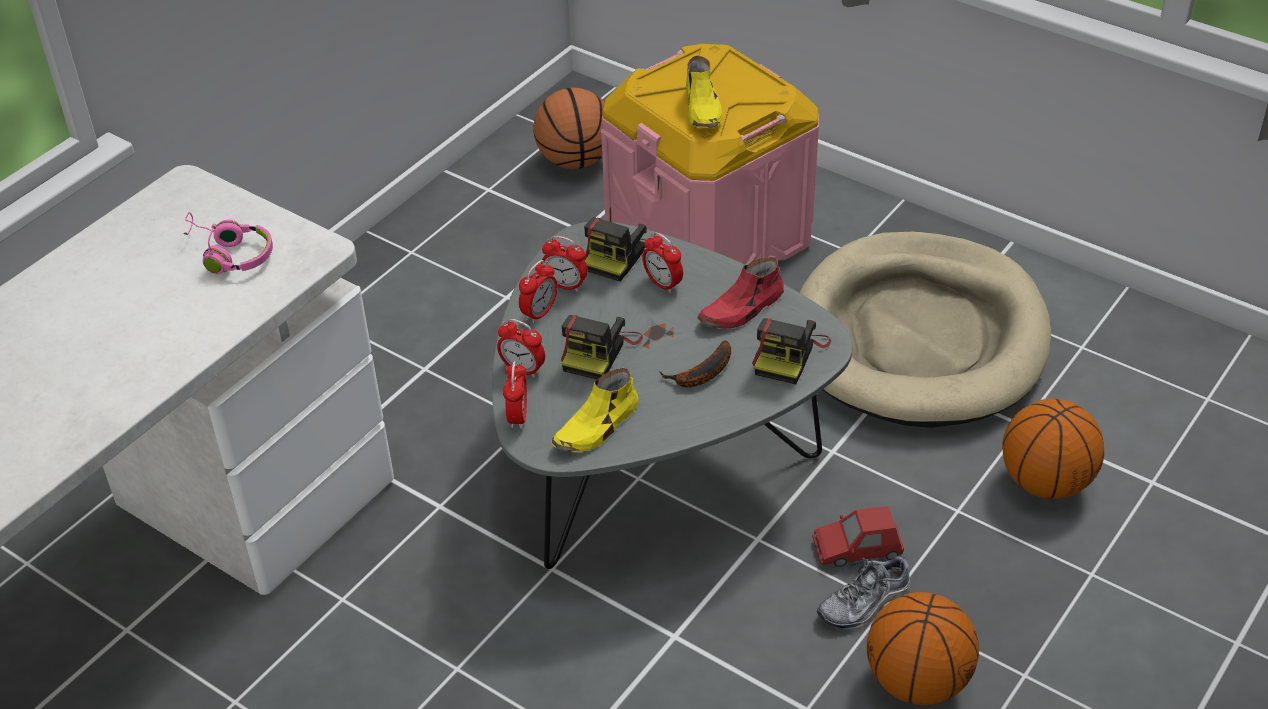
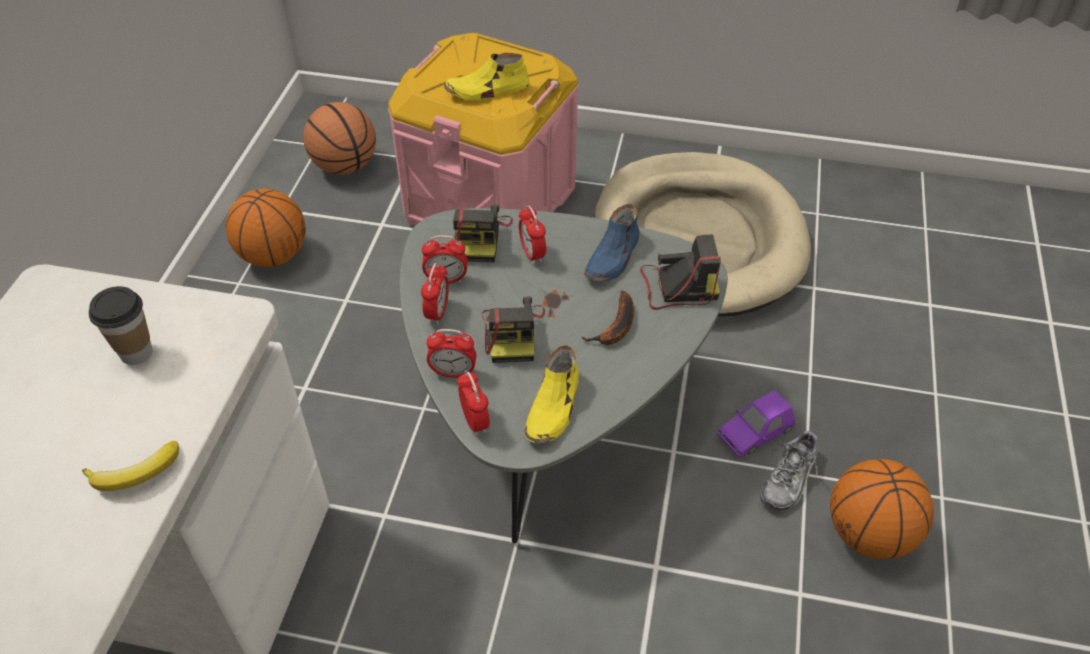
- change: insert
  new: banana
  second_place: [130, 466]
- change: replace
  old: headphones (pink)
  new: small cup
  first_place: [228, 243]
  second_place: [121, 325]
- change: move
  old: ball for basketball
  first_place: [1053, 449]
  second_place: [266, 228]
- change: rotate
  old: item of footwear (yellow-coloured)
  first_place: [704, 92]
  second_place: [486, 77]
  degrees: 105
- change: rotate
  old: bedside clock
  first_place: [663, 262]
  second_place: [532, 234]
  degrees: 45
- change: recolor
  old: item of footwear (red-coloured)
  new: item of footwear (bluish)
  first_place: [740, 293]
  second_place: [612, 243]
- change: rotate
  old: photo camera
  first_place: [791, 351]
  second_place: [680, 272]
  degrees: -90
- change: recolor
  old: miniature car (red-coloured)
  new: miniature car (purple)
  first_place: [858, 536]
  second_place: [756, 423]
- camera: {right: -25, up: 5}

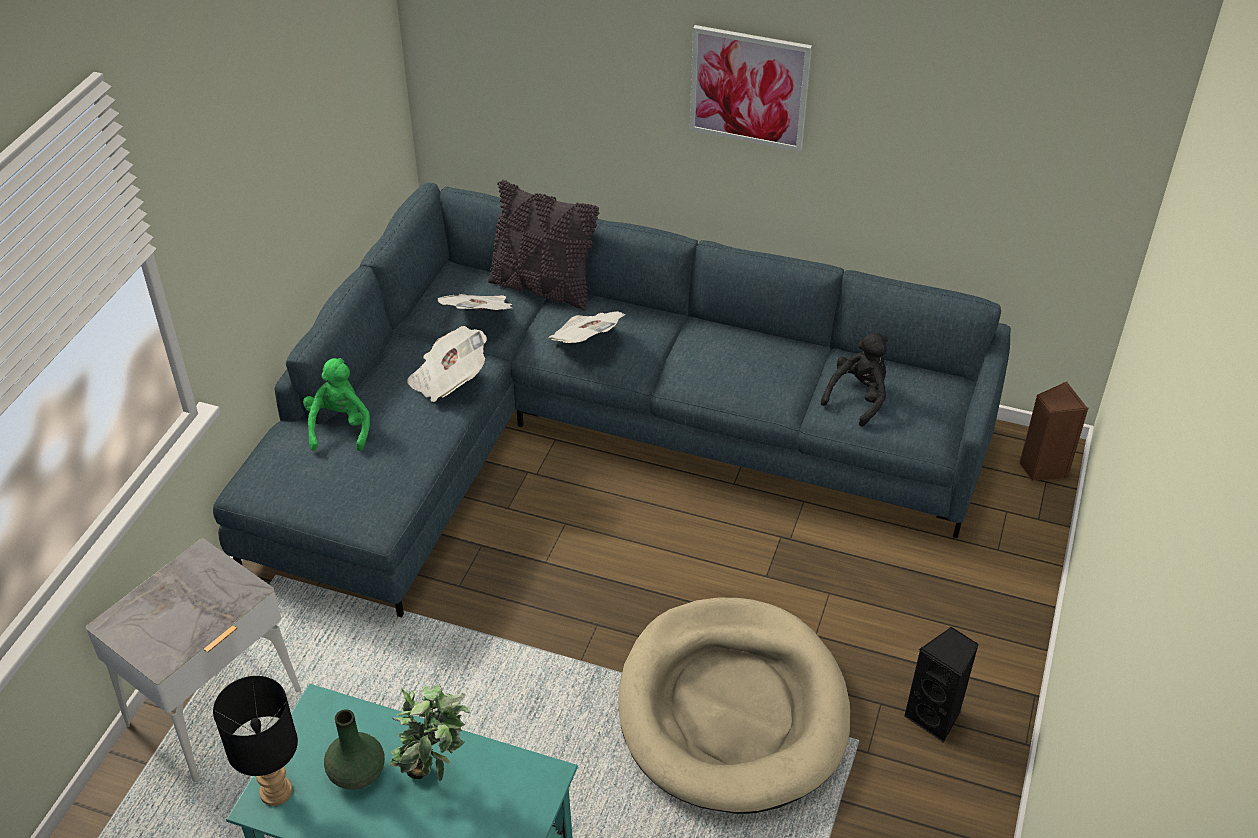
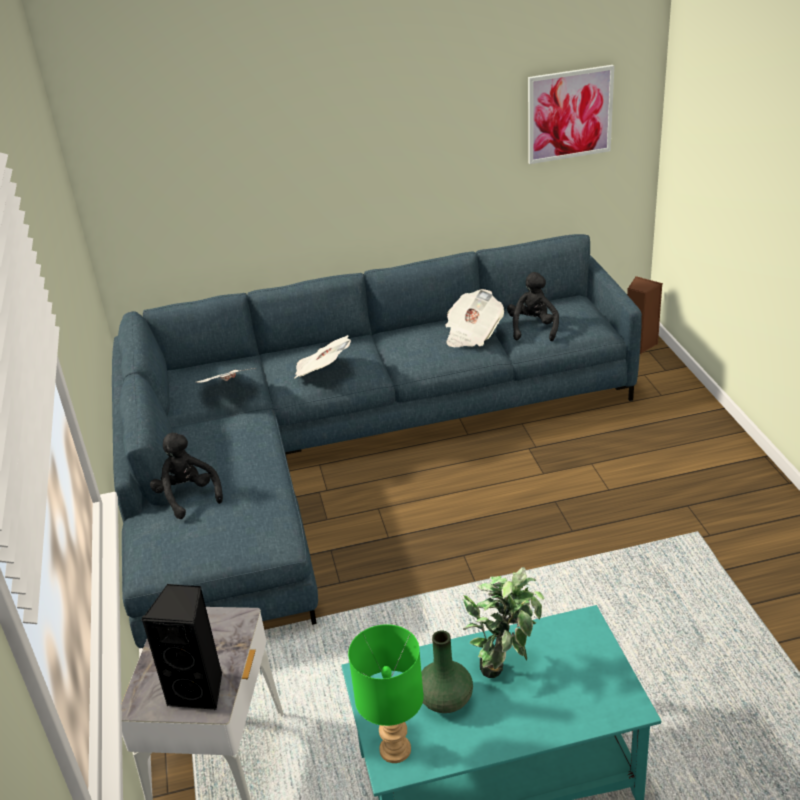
- change: move
  old: audio speaker (blackish)
  first_place: [941, 685]
  second_place: [181, 647]
- change: recolor
  old: soft toy (greenish)
  new: soft toy (blackish)
  first_place: [336, 404]
  second_place: [186, 476]
- change: recolor
  old: table lamp (blackish)
  new: table lamp (greenish)
  first_place: [255, 741]
  second_place: [386, 693]
- change: move
  old: printed paper
  first_place: [447, 364]
  second_place: [474, 318]
- change: move
  old: wall picture
  first_place: [751, 88]
  second_place: [571, 114]
- change: delete
  old: cushion (blackish)
  first_place: [543, 245]
- change: delete
  old: pet bed (beige)
  first_place: [734, 706]
- camera: {right: -30, up: -10}

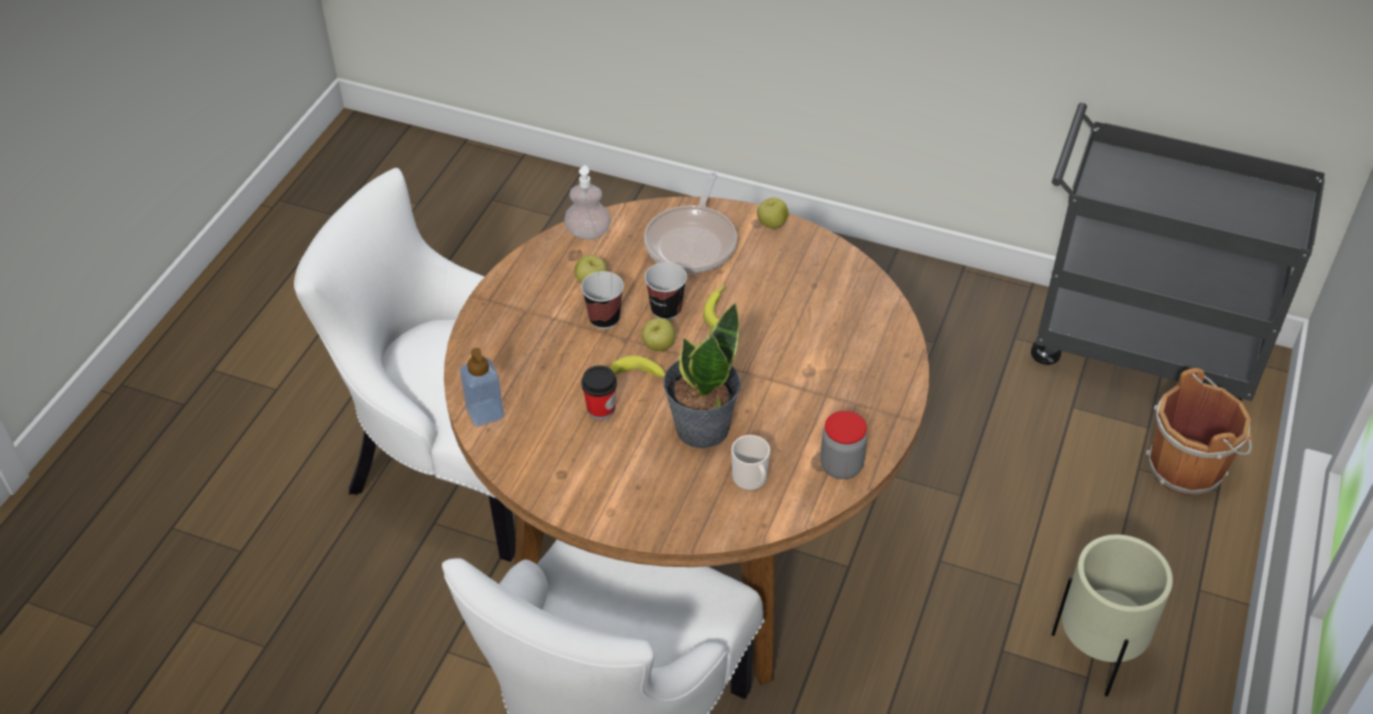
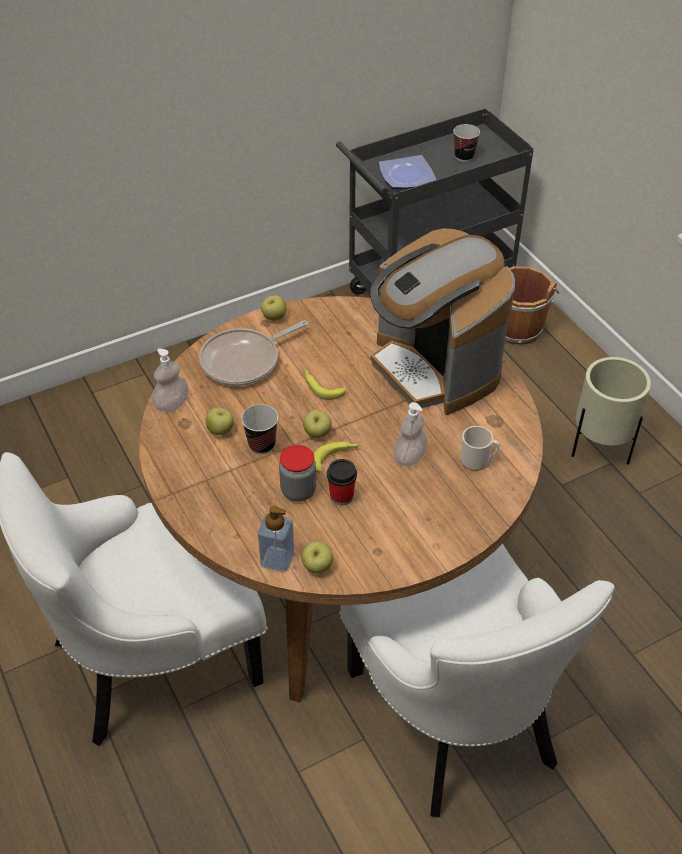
- change: rotate
  old: frying pan
  first_place: [690, 222]
  second_place: [253, 353]
  degrees: 90
- change: move
  old: jar
  first_place: [843, 445]
  second_place: [297, 473]
- change: insert
  new: apple
  second_place: [317, 557]
- change: insert
  new: coffee machine
  second_place: [442, 321]
- change: insert
  new: plate
  second_place: [407, 172]
- change: replace
  old: houseplant
  new: soap dispenser
  first_place: [702, 375]
  second_place: [410, 434]
- change: move
  old: small cup
  first_place: [666, 291]
  second_place: [466, 143]
- camera: {right: -50, up: 0}

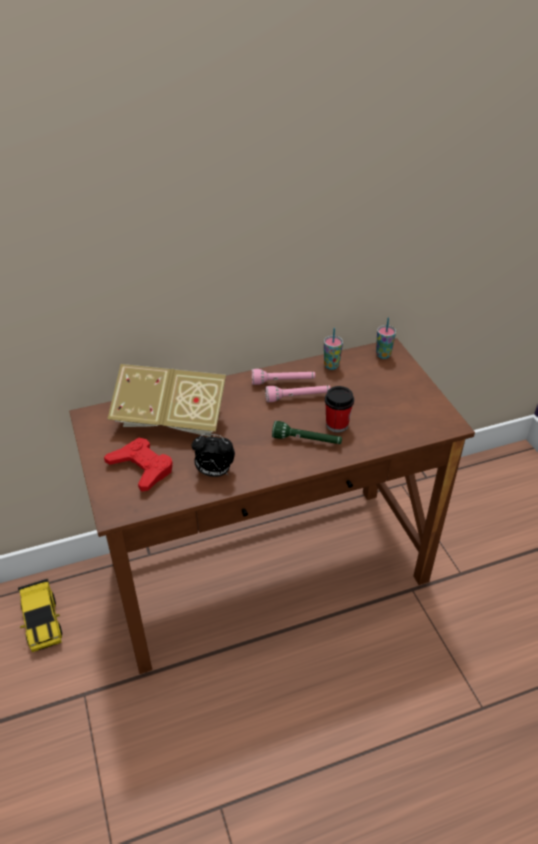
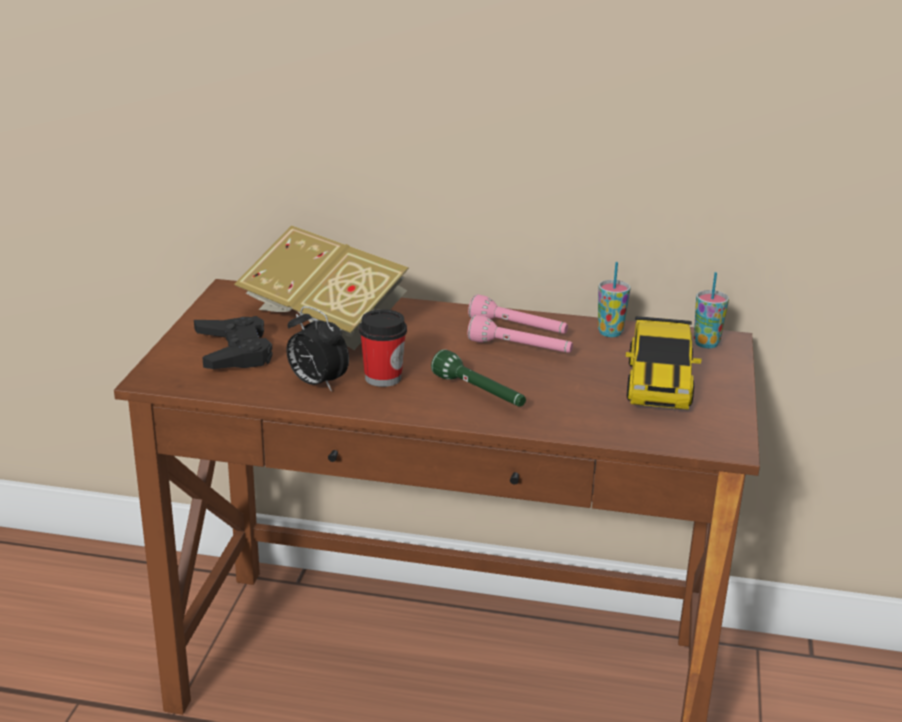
- change: recolor
  old: gamepad (red-coloured)
  new: gamepad (blackish)
  first_place: [138, 465]
  second_place: [233, 342]
- change: move
  old: small cup
  first_place: [339, 409]
  second_place: [383, 348]
- change: move
  old: miniature car
  first_place: [40, 615]
  second_place: [663, 363]
- camera: {right: 30, up: -15}

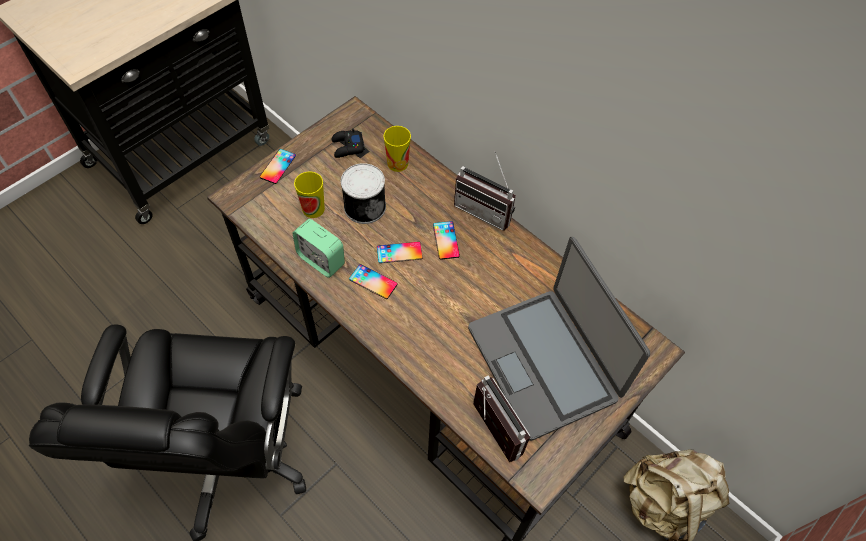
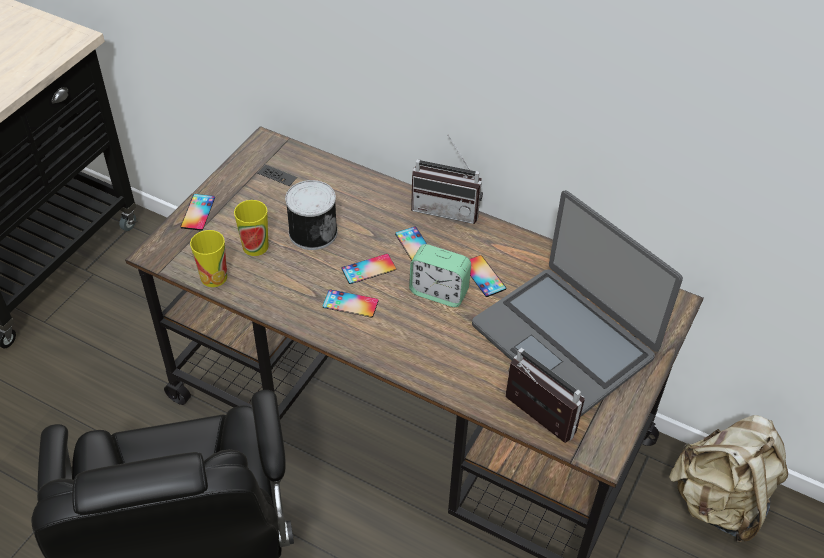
- change: move
  old: small cup
  first_place: [397, 149]
  second_place: [208, 258]
- change: move
  old: bedside clock
  first_place: [319, 248]
  second_place: [440, 275]
- change: insert
  new: handset
  second_place: [487, 276]
- change: delete
  old: gamepad (blackish)
  first_place: [348, 143]
- camera: {right: -15, up: -10}

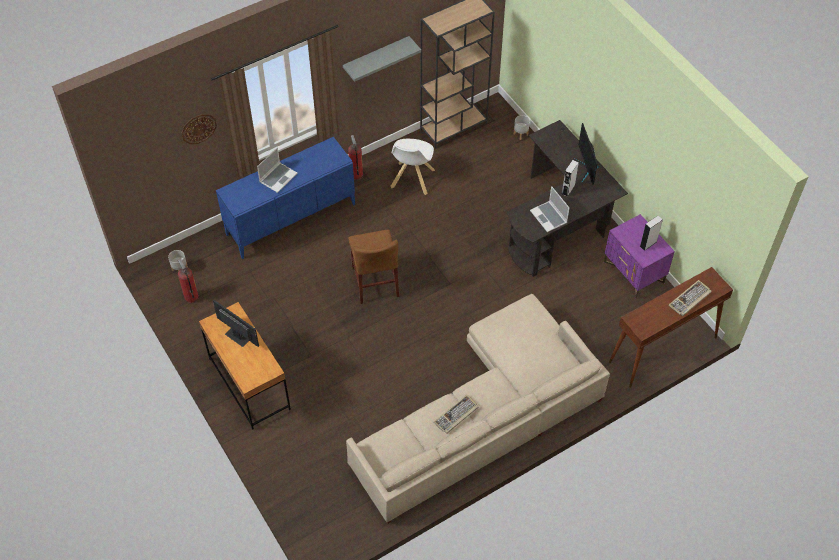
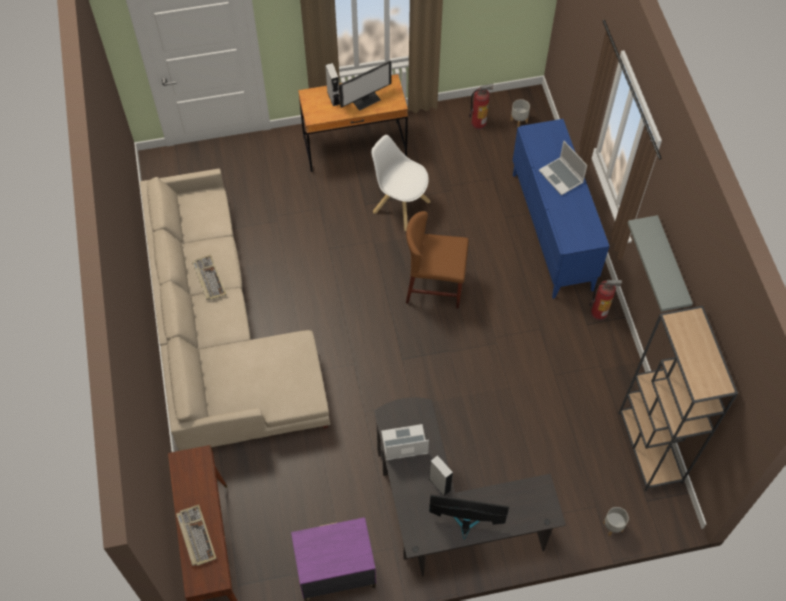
- change: move
  old: audio speaker (greyish)
  first_place: [651, 233]
  second_place: [332, 84]
- change: move
  old: chair (white)
  first_place: [412, 167]
  second_place: [401, 183]
- change: delete
  old: hanging clock
  first_place: [199, 129]
- camera: {right: 110, up: 5}

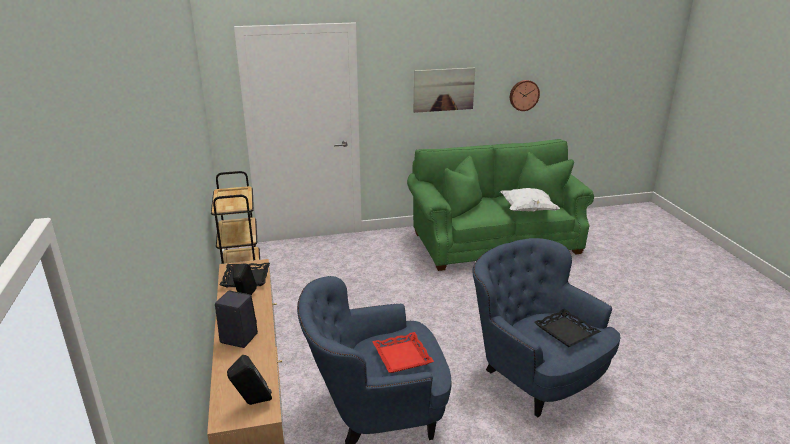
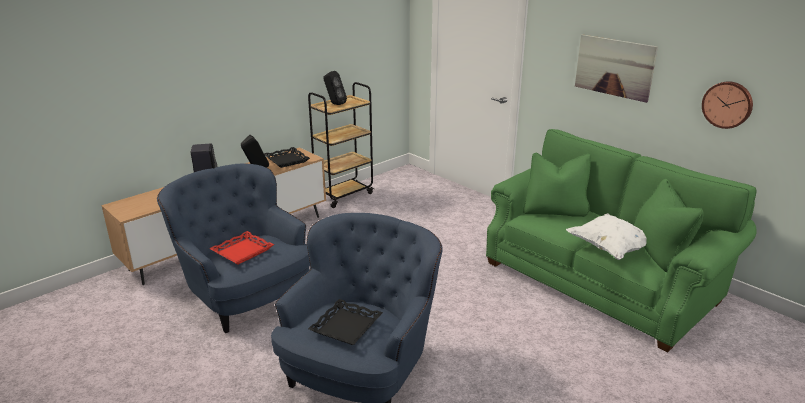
- change: move
  old: audio speaker (blackish)
  first_place: [249, 380]
  second_place: [335, 88]
- camera: {right: 60, up: 0}

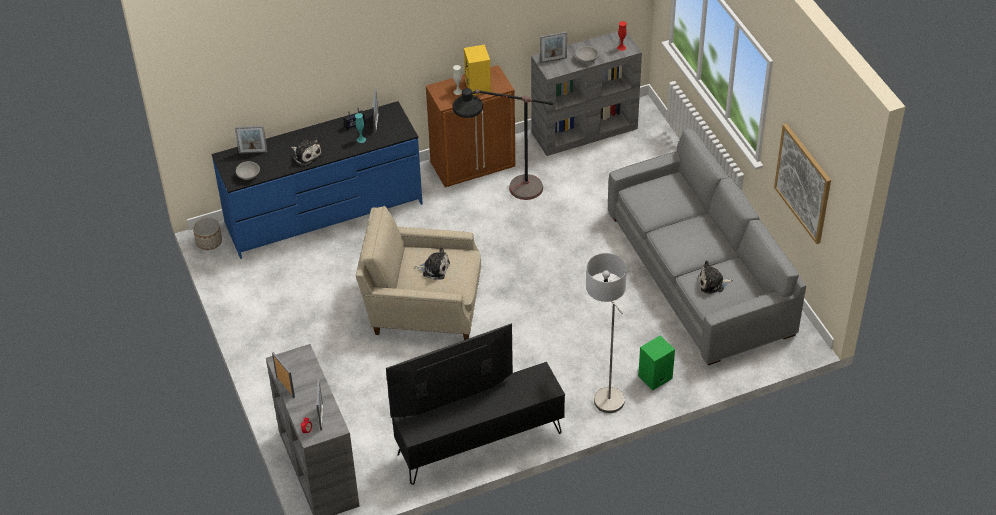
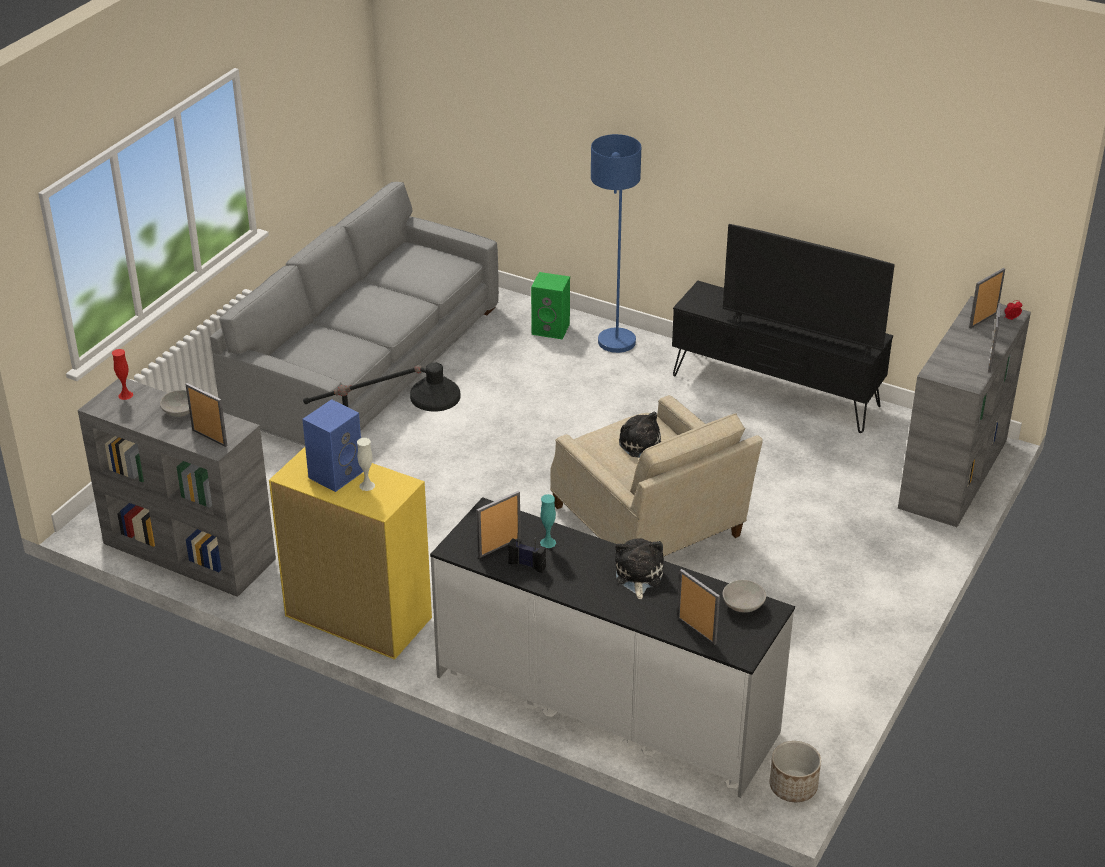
- change: recolor
  old: storage cabinet (brownish)
  new: storage cabinet (yellow-coloured)
  first_place: [471, 126]
  second_place: [350, 553]
- change: recolor
  old: audio speaker (yellow-coloured)
  new: audio speaker (bluish)
  first_place: [477, 70]
  second_place: [332, 445]
- change: recolor
  old: dresser (bluish)
  new: dresser (greyish)
  first_place: [317, 180]
  second_place: [612, 647]
- change: recolor
  old: floor lamp (greyish)
  new: floor lamp (bluish)
  first_place: [606, 333]
  second_place: [616, 243]
- change: delete
  old: soft toy
  first_place: [715, 277]
- change: delete
  old: wall picture
  first_place: [802, 183]
- camera: {right: -130, up: -10}

